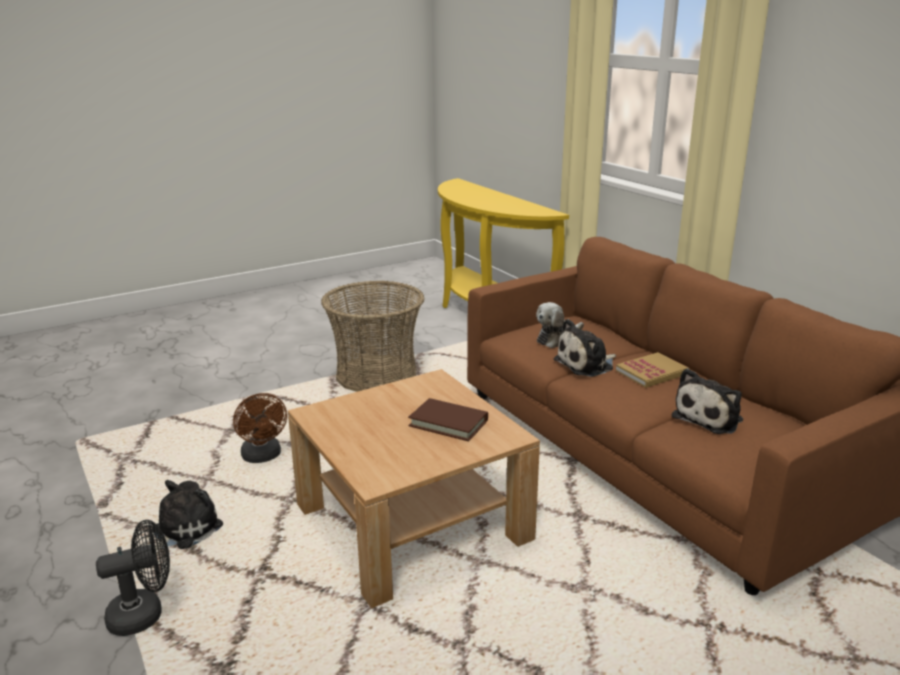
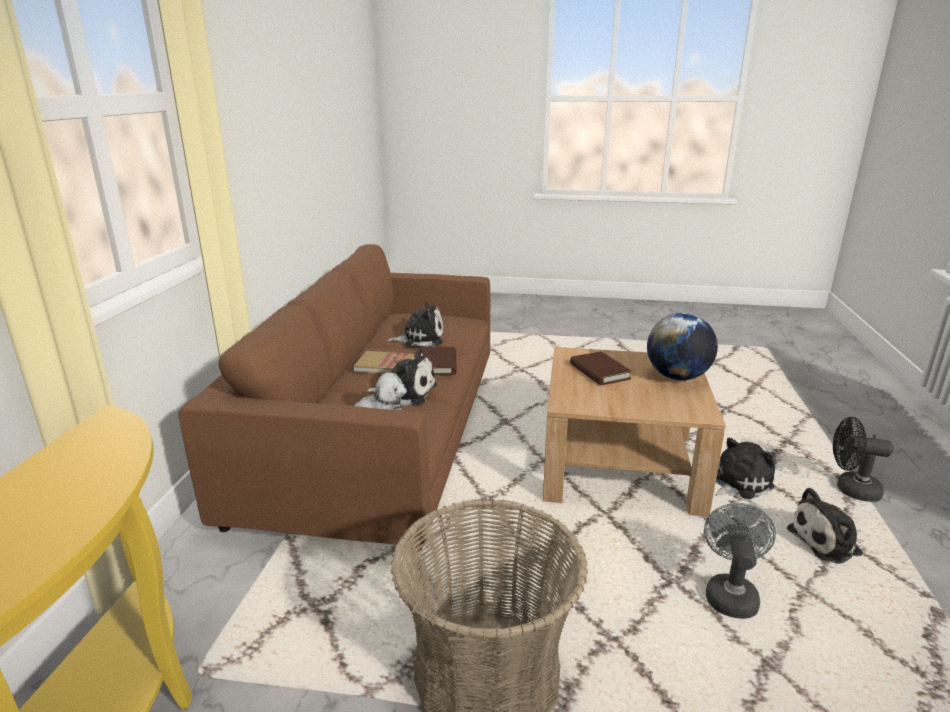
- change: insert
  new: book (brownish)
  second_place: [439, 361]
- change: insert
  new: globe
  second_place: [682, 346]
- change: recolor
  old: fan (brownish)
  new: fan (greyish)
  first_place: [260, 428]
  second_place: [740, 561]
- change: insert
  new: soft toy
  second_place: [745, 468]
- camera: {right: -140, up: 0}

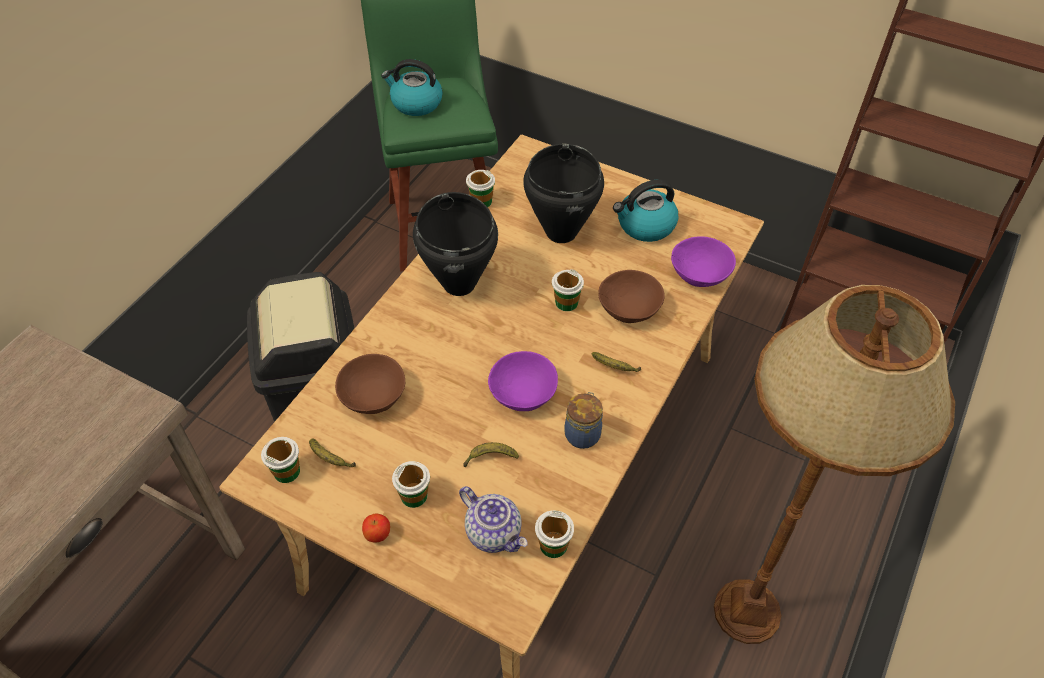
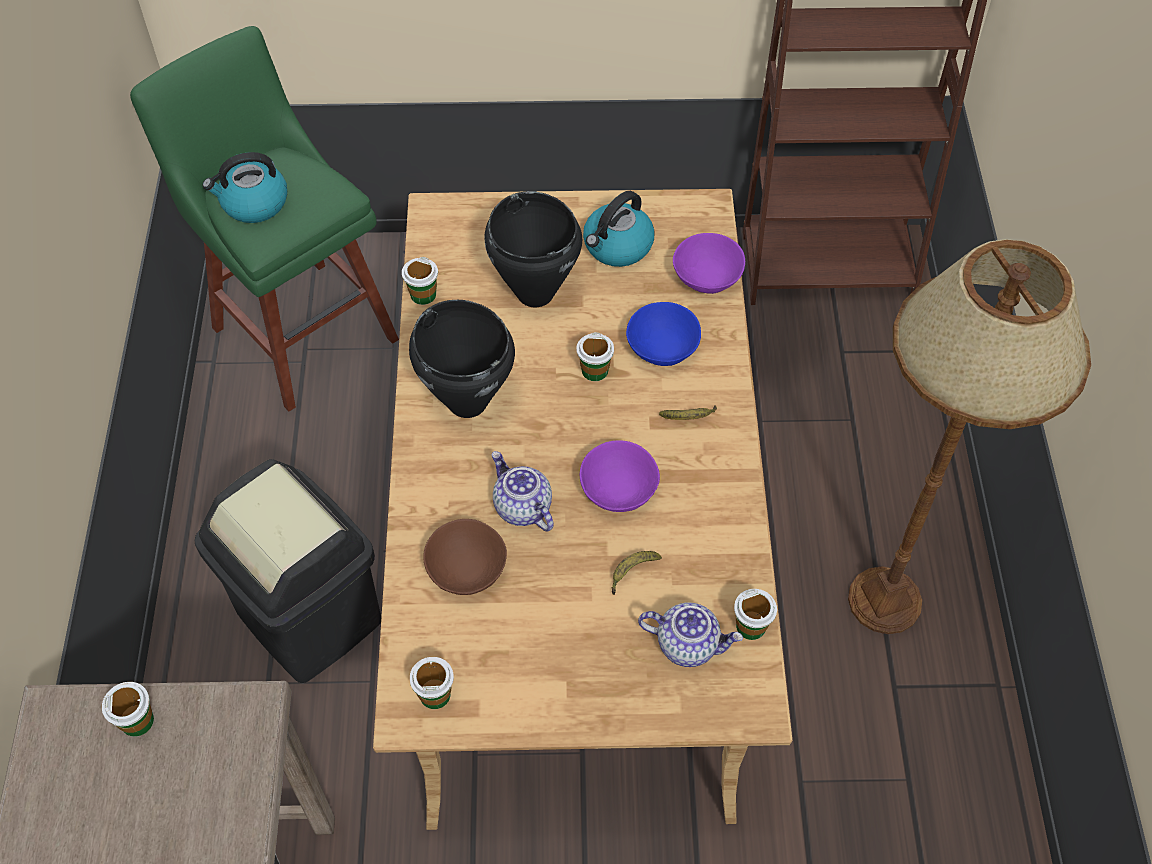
- change: move
  old: small cup
  first_place: [411, 484]
  second_place: [128, 709]
- change: insert
  new: tea pot
  second_place: [523, 491]
- change: recolor
  old: deep dish (brownish)
  new: deep dish (bluish)
  first_place: [631, 296]
  second_place: [663, 334]
- change: delete
  old: banana
  first_place: [332, 453]
- change: delete
  old: apple
  first_place: [376, 528]
- change: delete
  old: jar
  first_place: [583, 420]
- camera: {right: -30, up: 5}

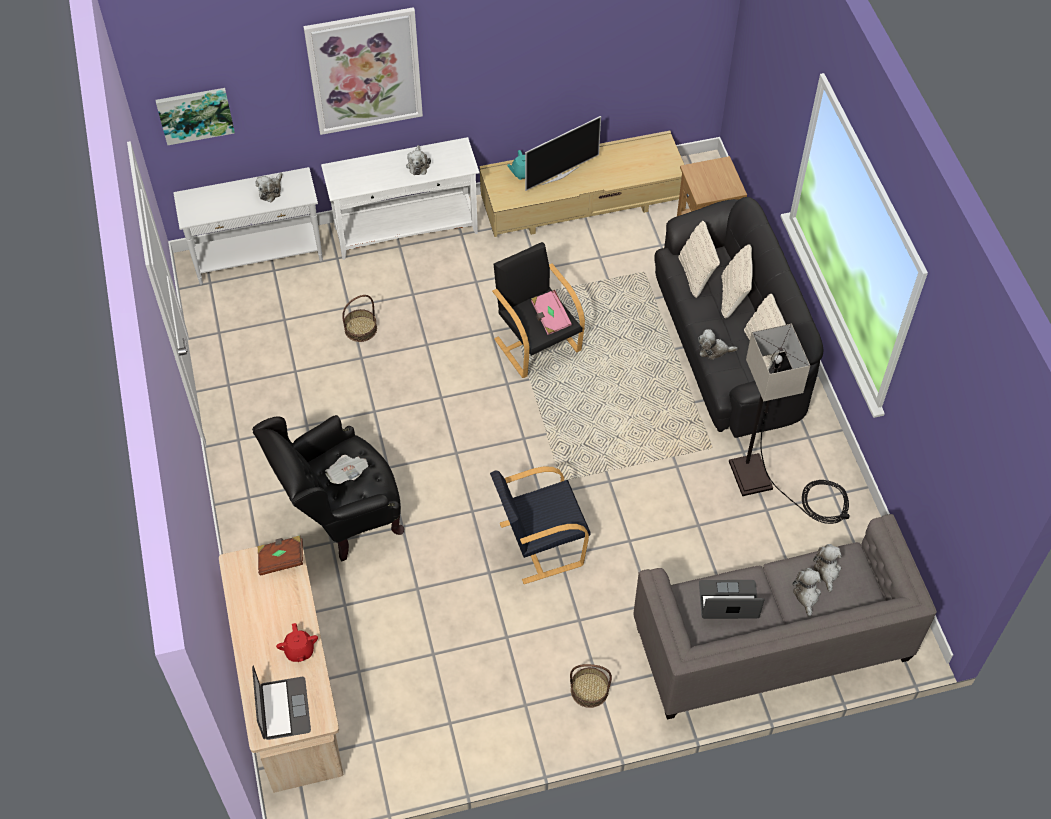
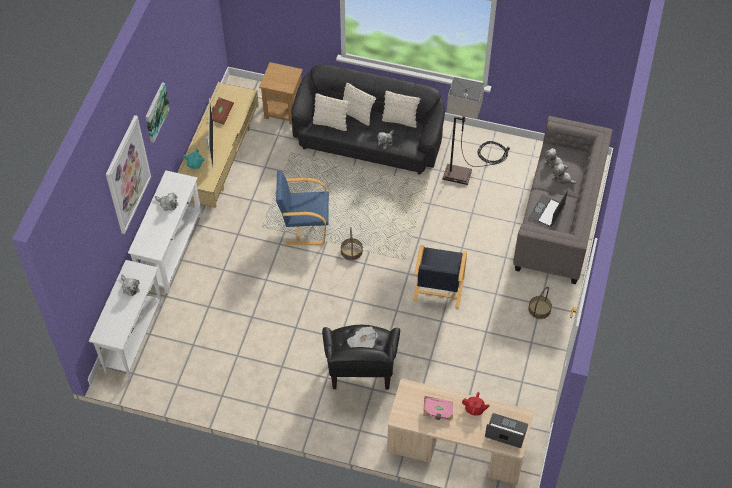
- change: move
  old: wall picture
  first_place: [195, 116]
  second_place: [157, 112]
- change: move
  old: book (brownish)
  first_place: [280, 556]
  second_place: [223, 111]
- change: recolor
  old: armchair (blackish)
  new: armchair (bluish)
  first_place: [538, 310]
  second_place: [302, 207]
- change: move
  old: storage basket
  first_place: [359, 318]
  second_place: [352, 244]
- change: move
  old: book (pink)
  first_place: [551, 312]
  second_place: [438, 408]
- camera: {right: -60, up: 0}

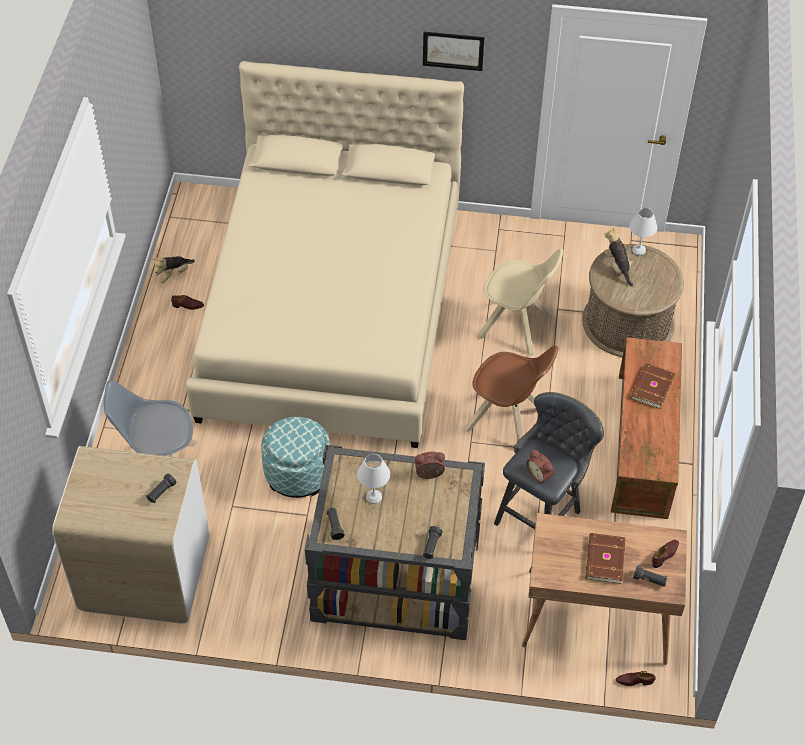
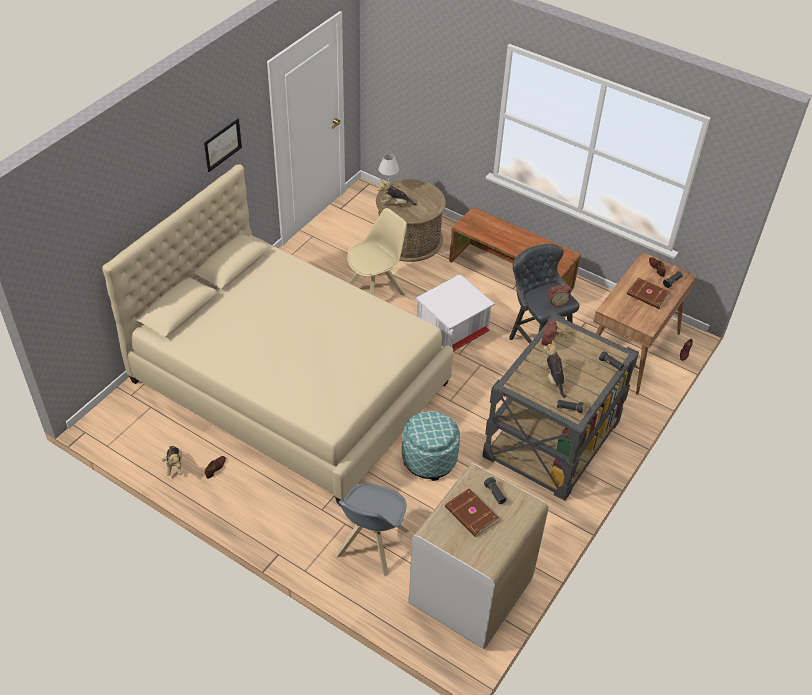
- change: replace
  old: chair (brownish)
  new: storage bin (white)
  first_place: [511, 394]
  second_place: [455, 312]
- change: move
  old: book (brownish)
  first_place: [652, 386]
  second_place: [472, 512]
- change: replace
  old: table lamp (white)
  new: soft toy
  first_place: [373, 479]
  second_place: [555, 369]
- camera: {right: -65, up: -5}

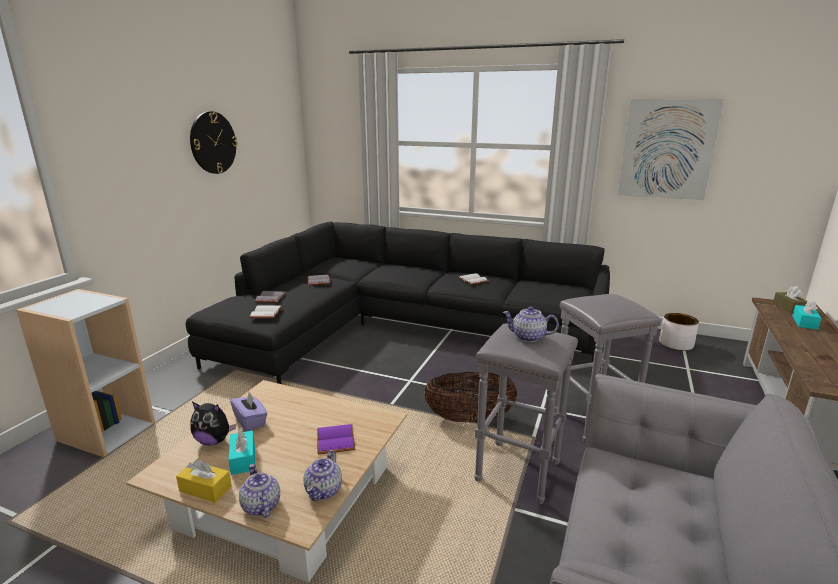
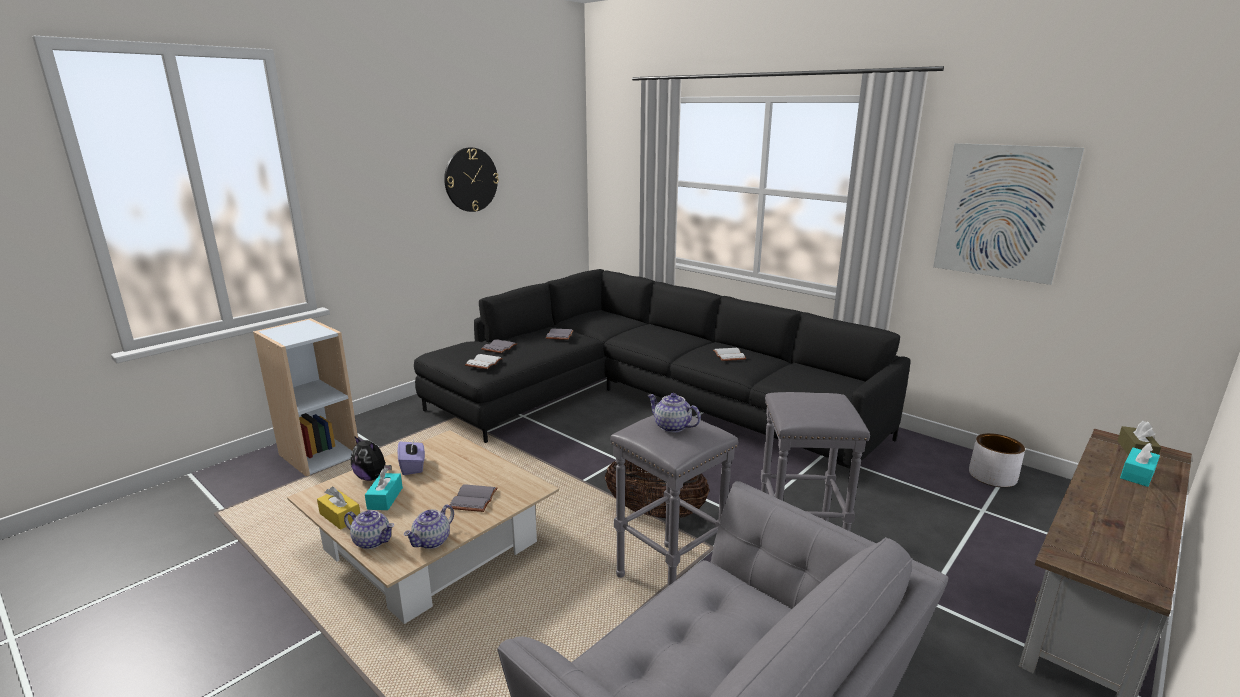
- change: rotate
  old: tea pot
  first_place: [259, 491]
  second_place: [369, 529]
  degrees: 120
- change: recolor
  old: book (purple)
  new: book (greyish)
  first_place: [336, 439]
  second_place: [473, 498]
- camera: {right: 20, up: 0}

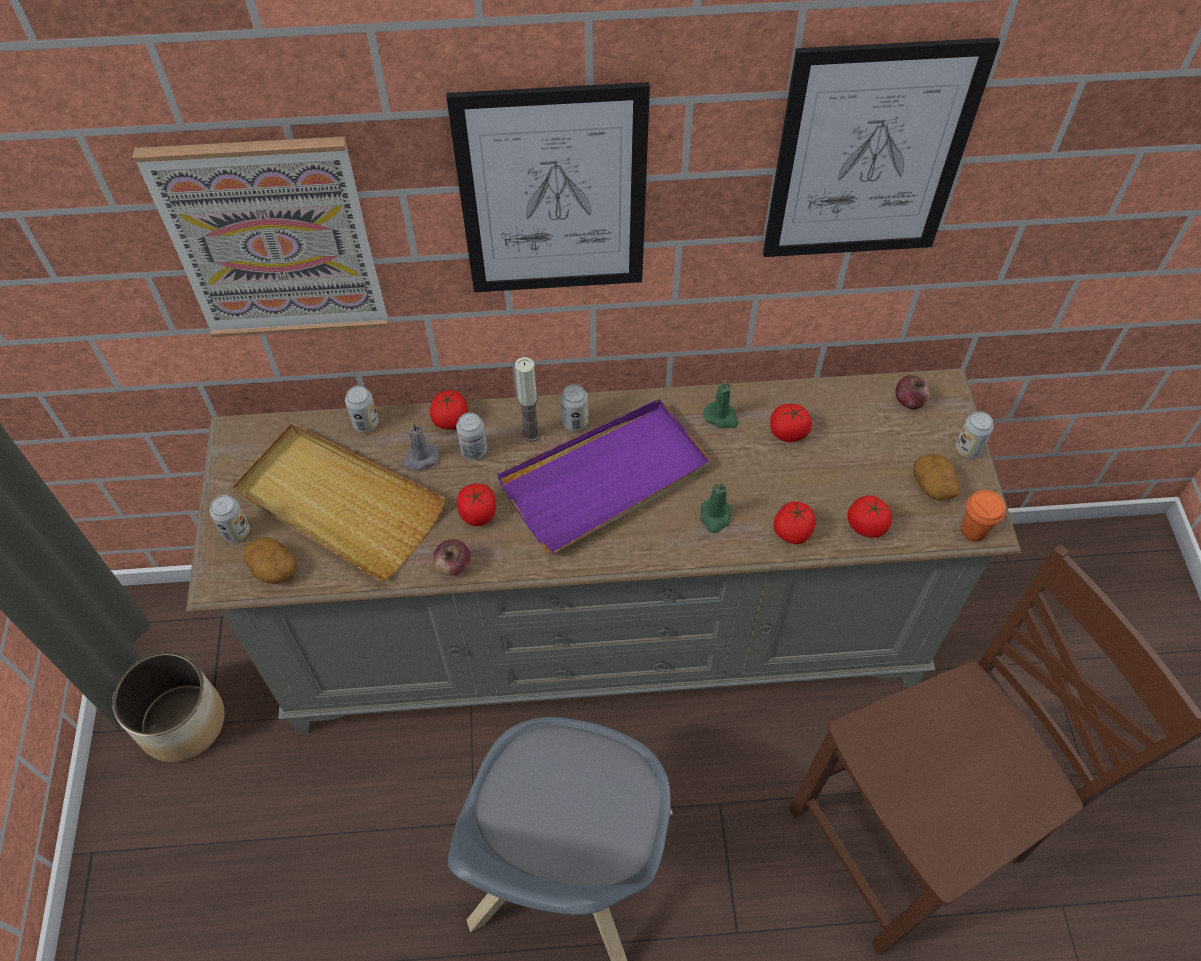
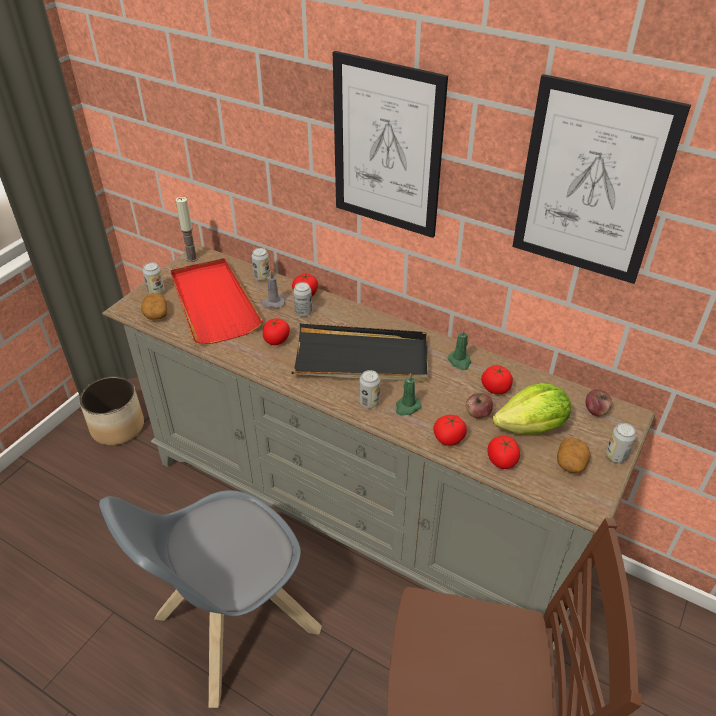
- change: recolor
  old: serving tray (beige)
  new: serving tray (red-coloured)
  first_place: [338, 502]
  second_place: [216, 301]
- change: move
  old: candle
  first_place: [528, 399]
  second_place: [187, 229]
- change: recolor
  old: serving tray (purple)
  new: serving tray (blackish)
  first_place: [604, 477]
  second_place: [360, 353]
- change: move
  old: sealed can
  first_place: [574, 407]
  second_place: [370, 389]
- change: move
  old: apple
  first_place: [452, 557]
  second_place: [479, 405]
- change: insert
  new: head of lettuce
  second_place: [532, 409]
- change: delete
  old: wall picture
  first_place: [260, 237]
- change: delete
  old: small cup (orangey)
  first_place: [983, 516]
- camera: {right: 35, up: -15}

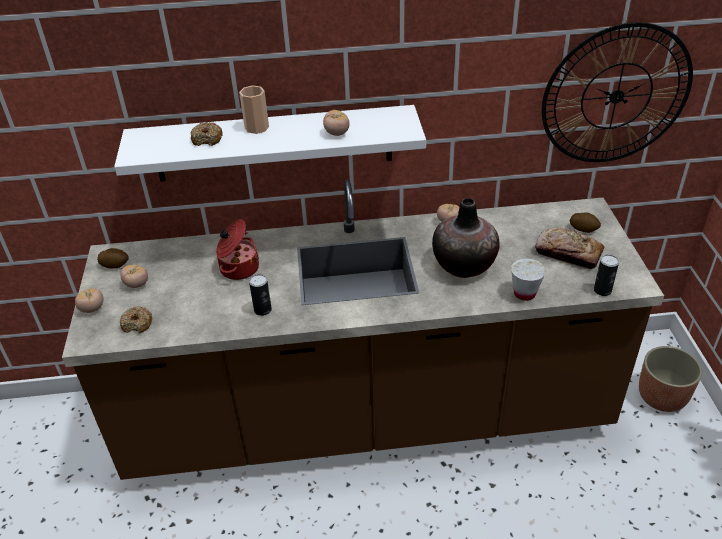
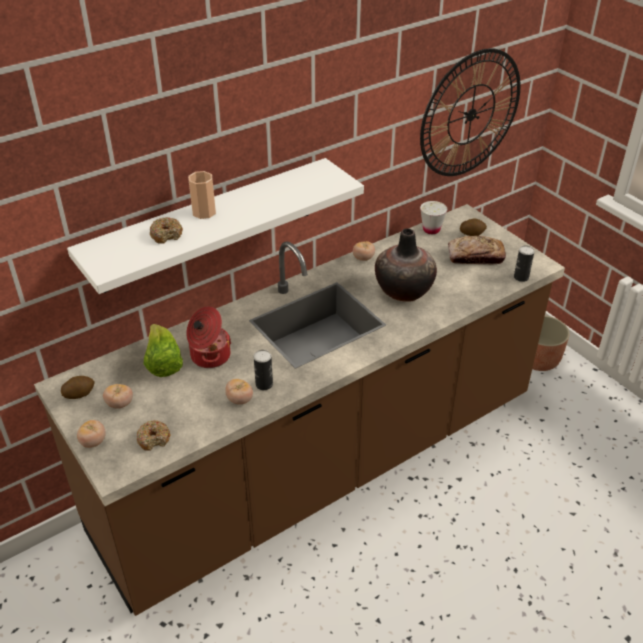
- change: insert
  new: head of lettuce
  second_place: [163, 350]
- change: move
  old: whole tomato
  first_place: [336, 123]
  second_place: [239, 391]
- change: move
  old: small cup (white)
  first_place: [528, 279]
  second_place: [433, 217]
- camera: {right: -30, up: 0}

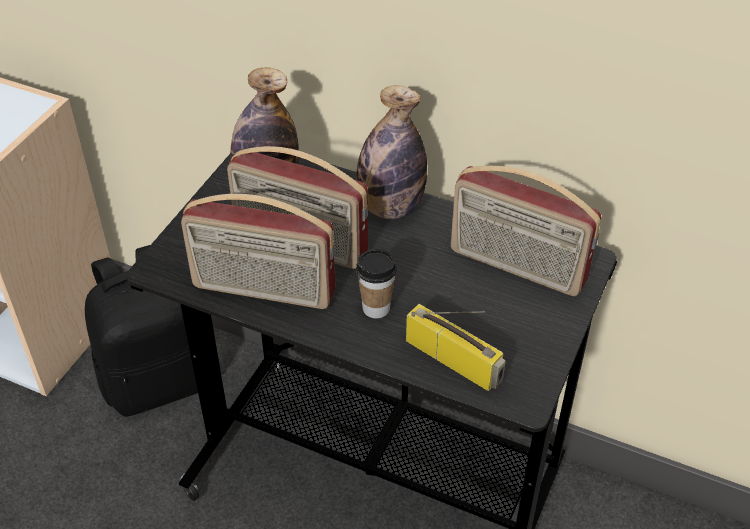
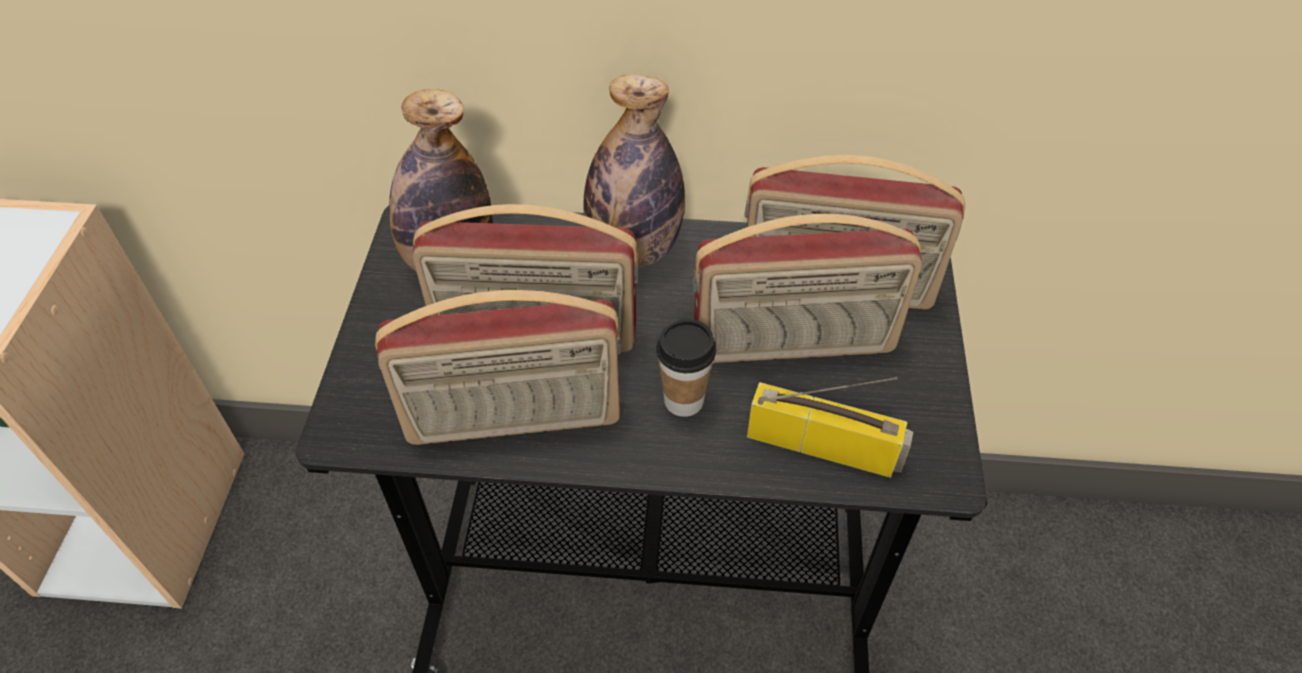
- change: insert
  new: radio receiver
  second_place: [807, 288]
- change: delete
  old: knapsack (blackish)
  first_place: [141, 331]
- camera: {right: -20, up: 5}

